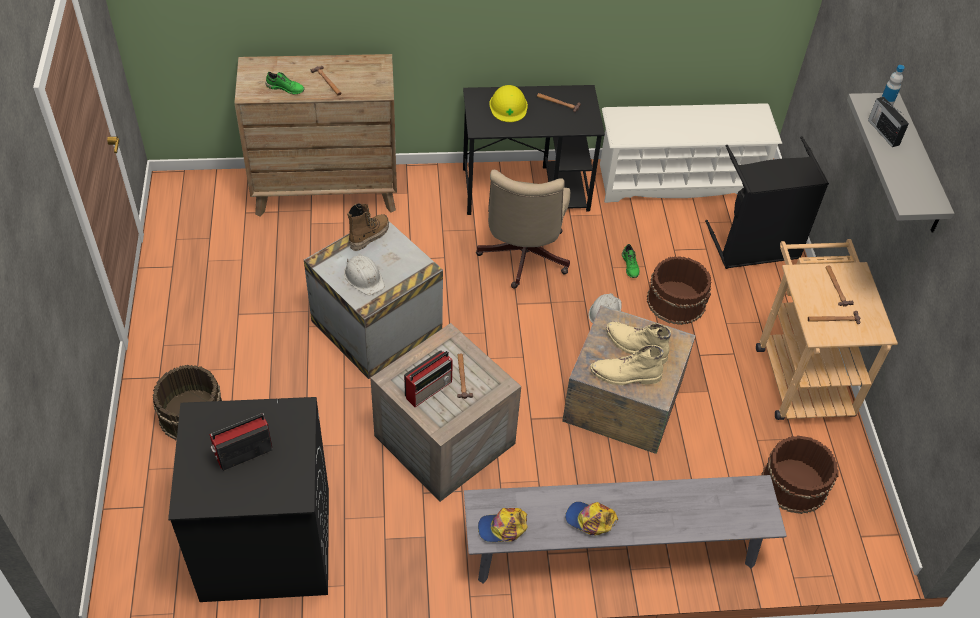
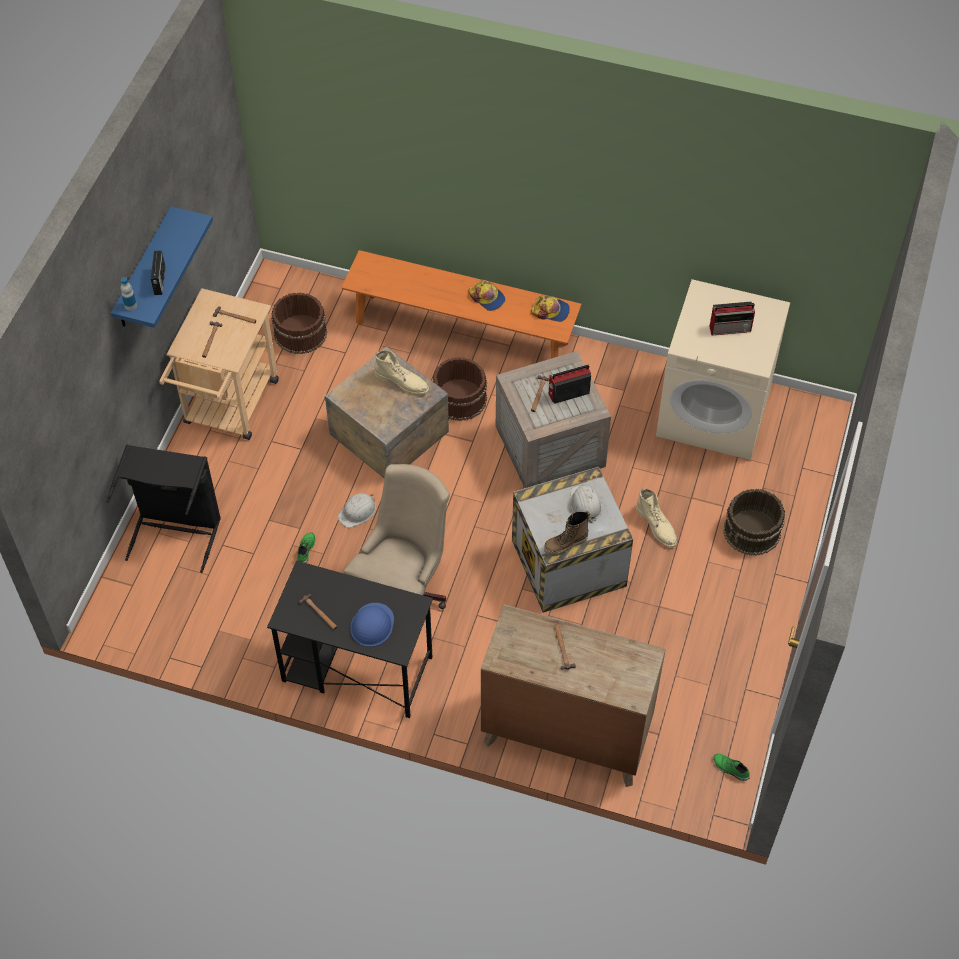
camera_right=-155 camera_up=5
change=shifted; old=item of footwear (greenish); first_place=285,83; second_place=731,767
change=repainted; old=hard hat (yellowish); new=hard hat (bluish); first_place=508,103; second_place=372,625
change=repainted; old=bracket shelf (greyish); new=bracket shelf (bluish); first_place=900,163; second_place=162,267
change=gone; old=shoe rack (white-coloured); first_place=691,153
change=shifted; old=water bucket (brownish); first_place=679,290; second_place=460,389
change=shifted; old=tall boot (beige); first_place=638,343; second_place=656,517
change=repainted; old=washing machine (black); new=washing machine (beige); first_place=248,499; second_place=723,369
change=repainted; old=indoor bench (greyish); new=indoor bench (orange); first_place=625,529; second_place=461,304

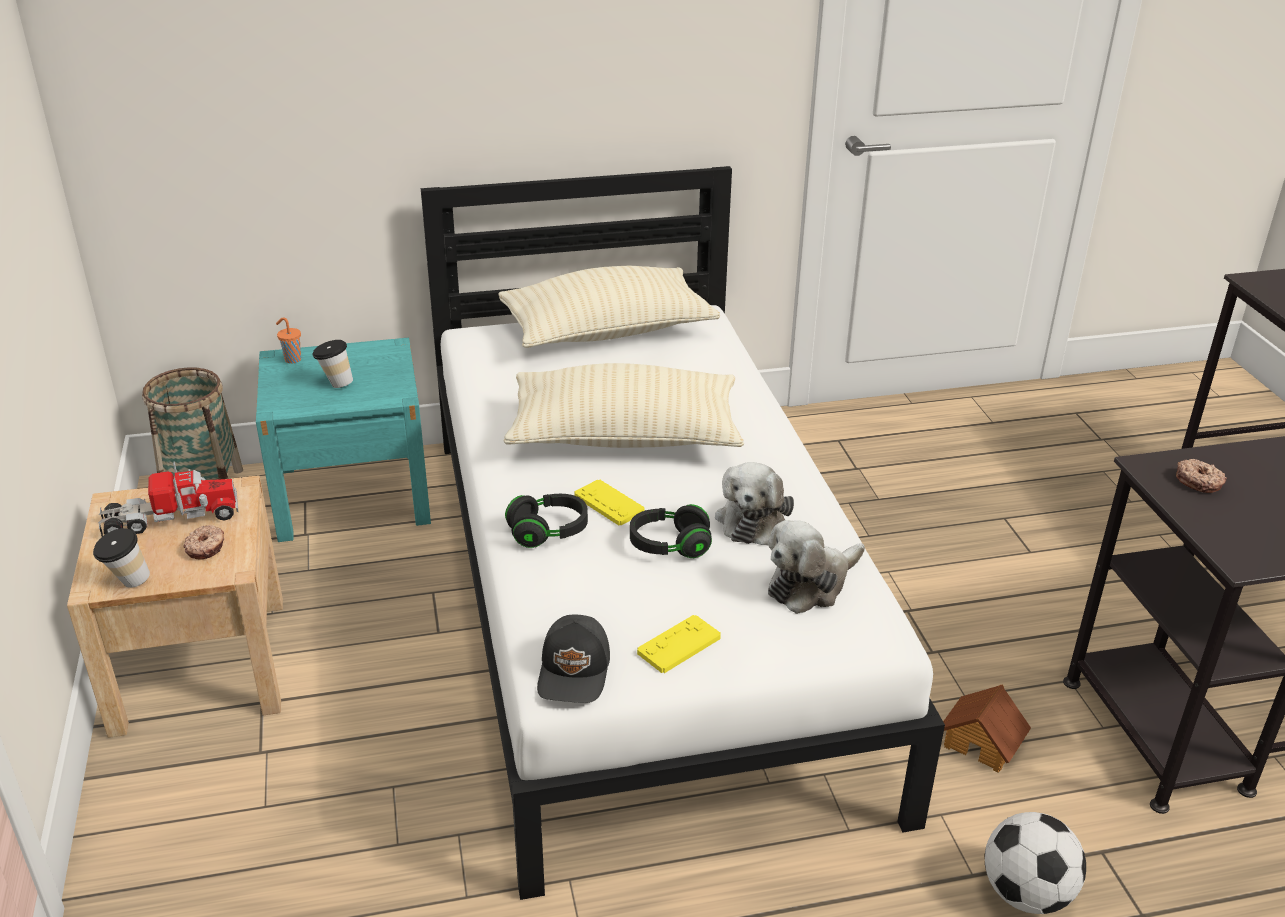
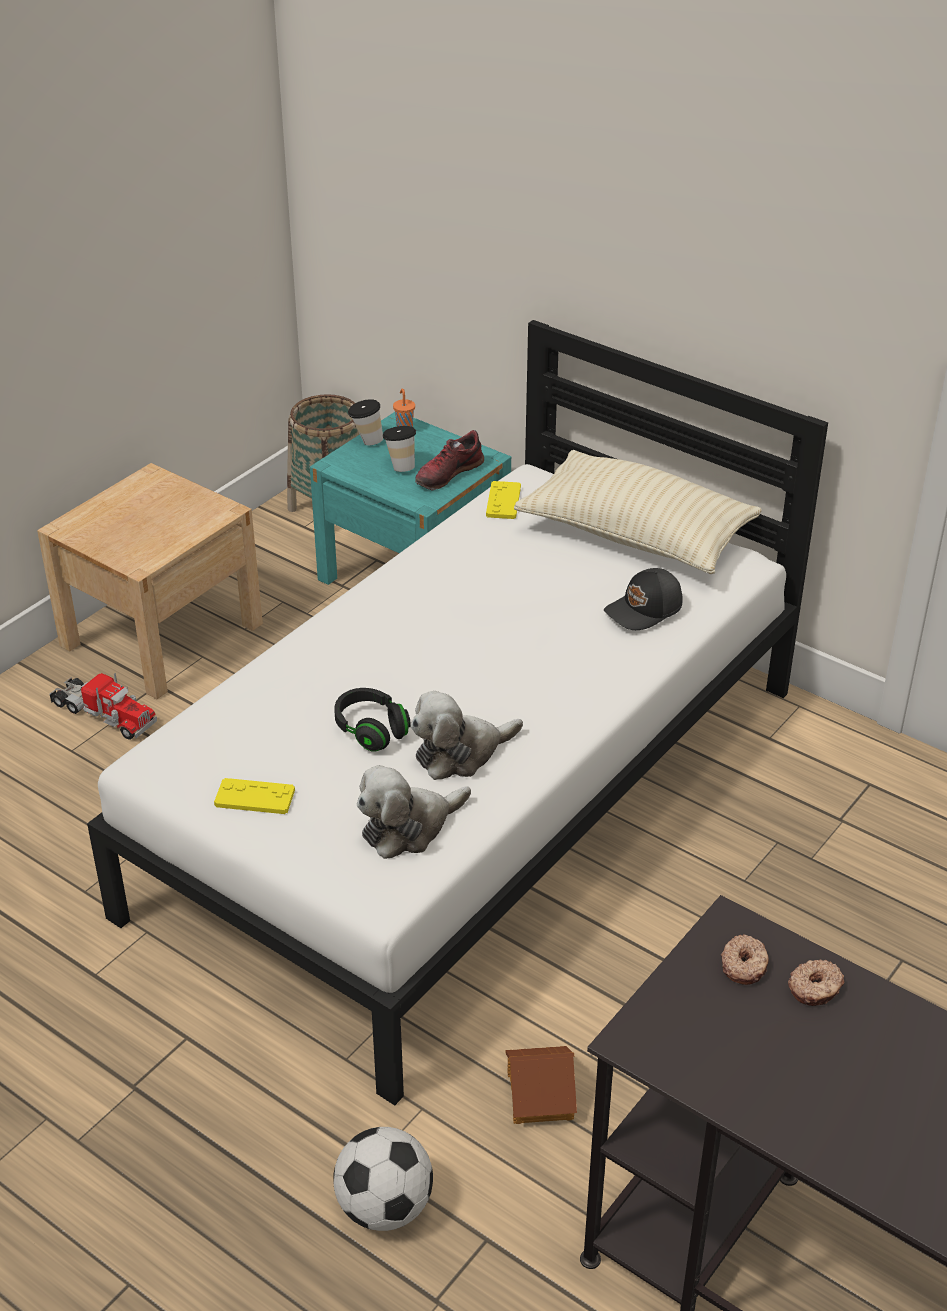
camera_right=50 camera_up=5
change=gone; old=cushion (beige); first_place=623,405
change=shifted; old=toy lorry; first_place=168,499; second_place=103,706
change=shifted; old=joypad (yellowish); first_place=609,502; second_place=503,500
change=gone; old=headphones (black); first_place=546,521
change=rotated; old=soft toy; first_place=816,567; second_place=414,812; degrees=-45
change=shifted; old=donut; first_place=203,542; second_place=816,983
change=shifted; old=drinking cup; first_place=121,558; second_place=365,422
change=shifted; old=baseball cap (black); first_place=573,659; second_place=643,599
change=new; new=item of footwear; second_place=449,460

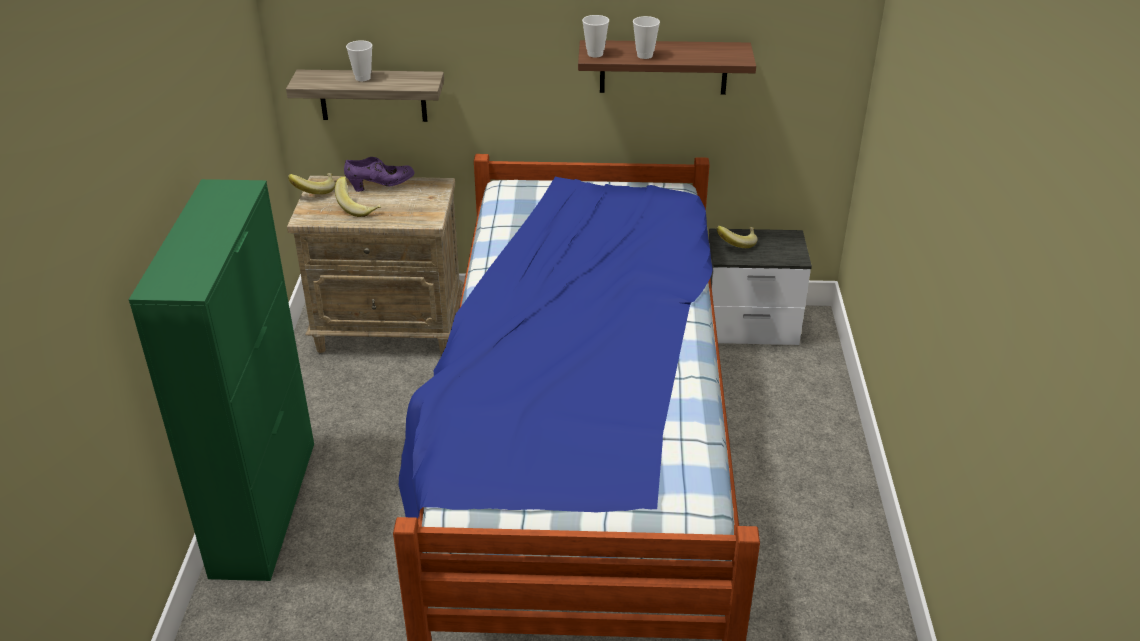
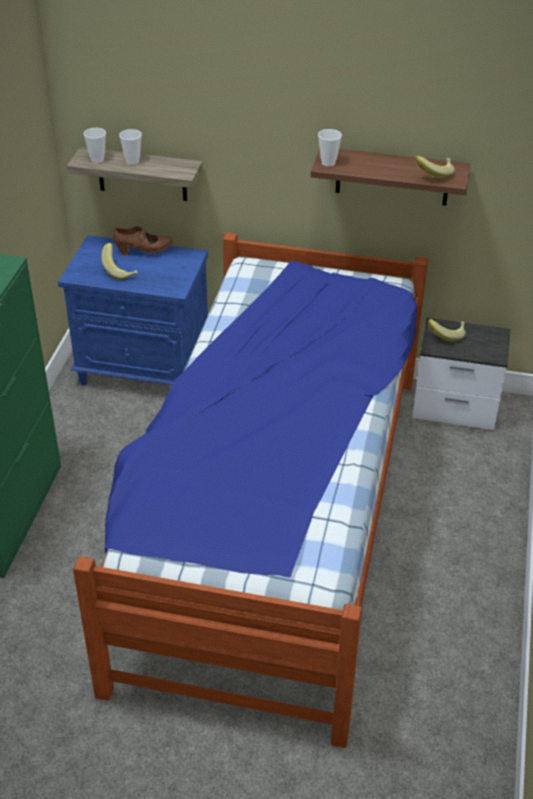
camera_right=10 camera_up=5
change=shifted; old=drinking cup; first_place=646,37; second_place=95,145
change=repainted; old=item of footwear (purplish); new=item of footwear (brownish); first_place=379,174; second_place=143,240
change=shifted; old=banana fruit; first_place=311,184; second_place=435,167
change=repainted; old=night table (beige); new=night table (bluish); first_place=375,265; second_place=133,310

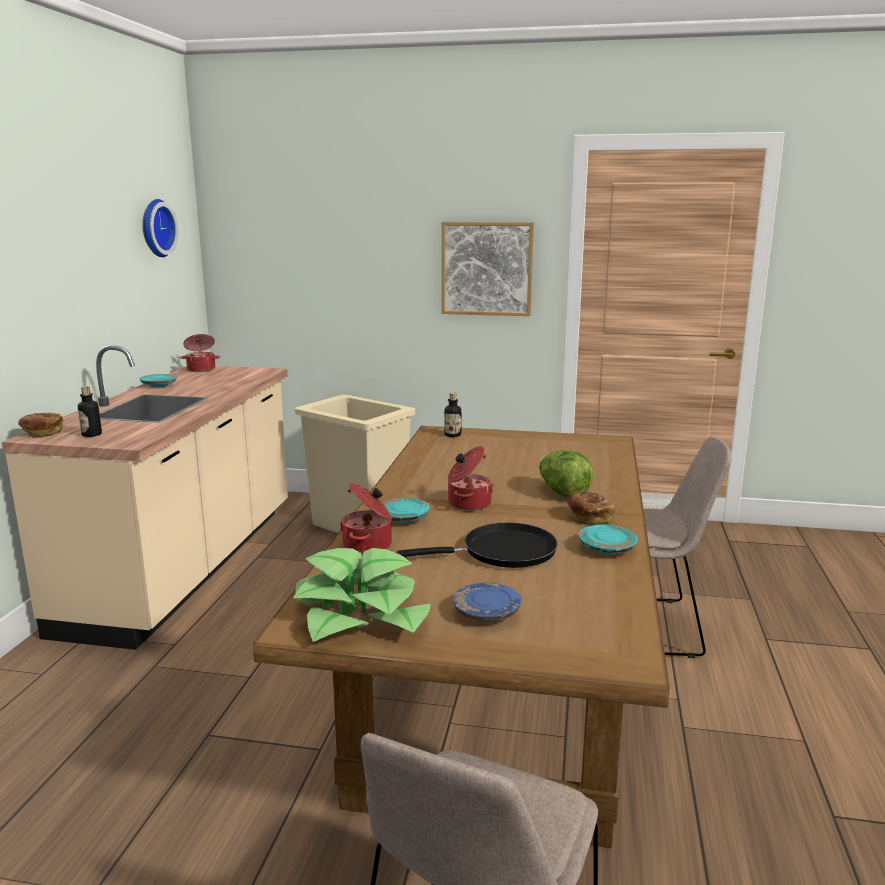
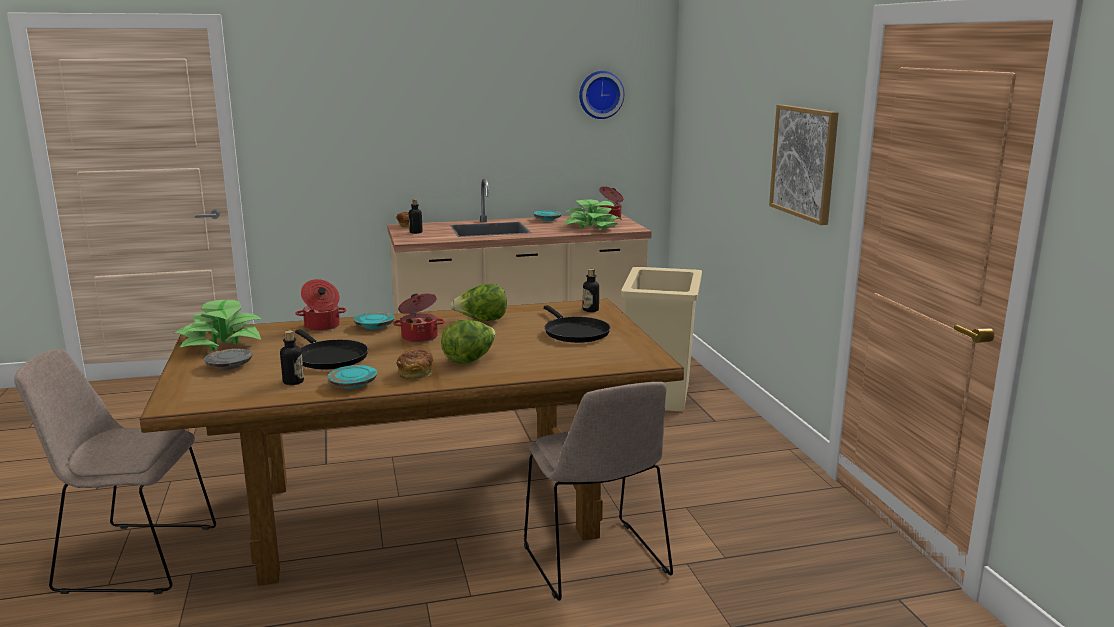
camera_right=65 camera_up=0
change=repainted; old=flat dish (bluish); new=flat dish (greyish); first_place=487,602; second_place=228,359
change=new; new=houseplant; second_place=593,214
change=new; new=head of lettuce; second_place=478,302
change=new; new=pan (black); second_place=577,324
change=new; new=bottle; second_place=292,357

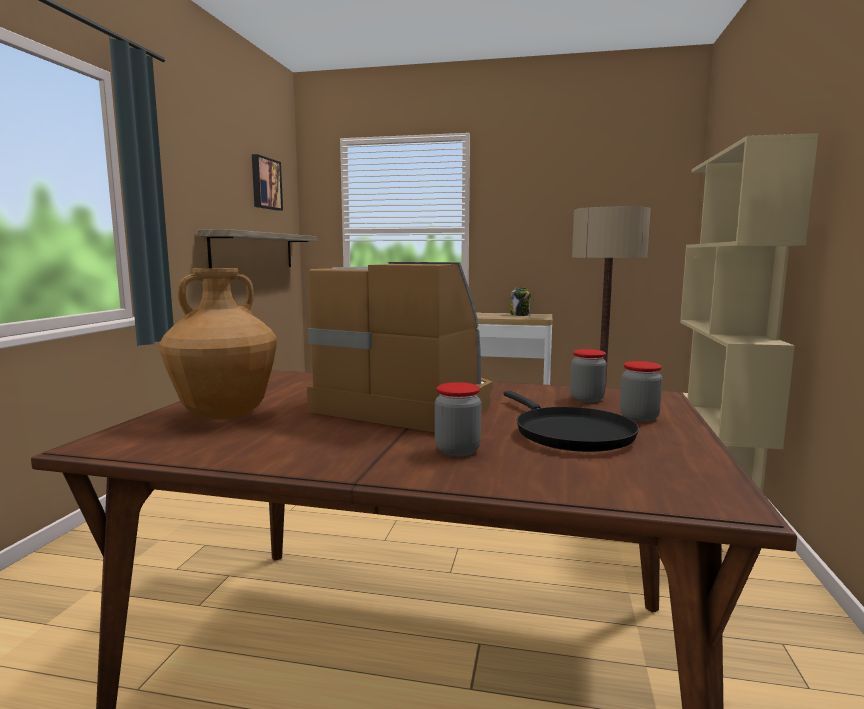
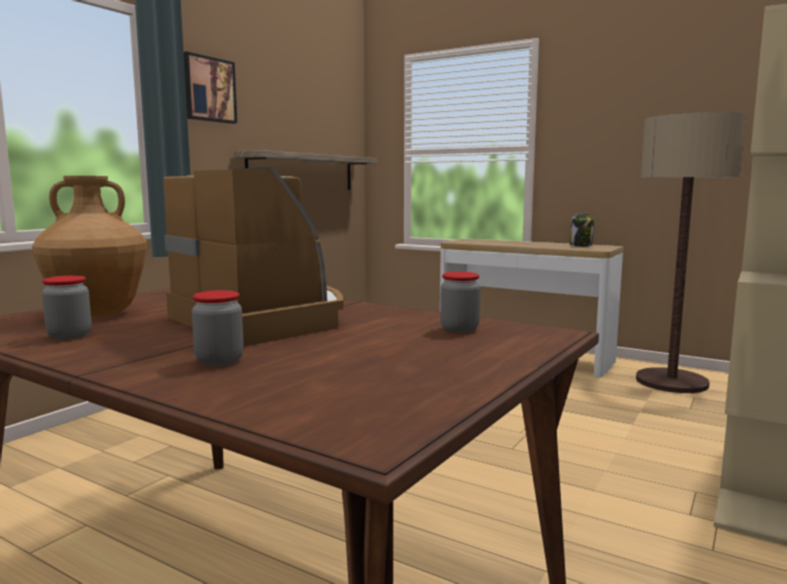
camera_right=20 camera_up=0
change=shifted; old=wall art; first_place=267,182; second_place=210,88
change=shifted; old=preserve jar; first_place=641,391; second_place=67,307
change=gone; old=pan (black); first_place=571,421

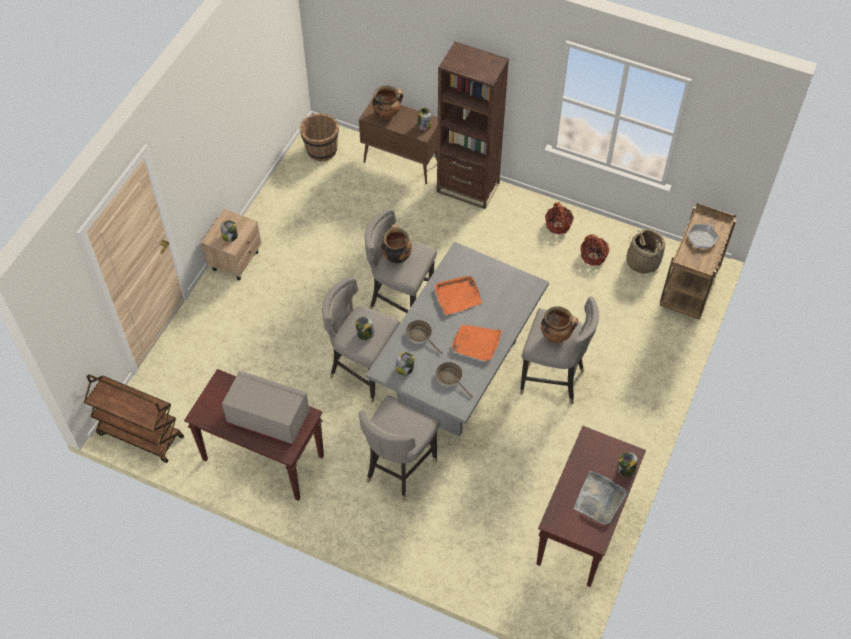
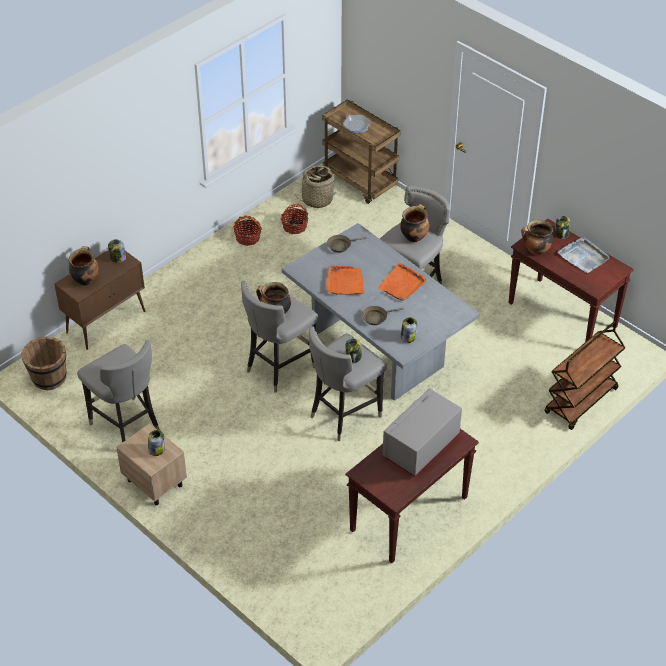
camera_right=-70 camera_up=-10
change=gone; old=shelving unit (brownish); first_place=473,125
change=shifted; old=pan (brownish); first_place=454,380; second_place=347,244
change=shifted; old=cart (brownish); first_place=134,418; second_place=585,375
change=shifted; old=stool (greyish); first_place=399,448; second_place=118,391
change=new; new=cooking pot; second_place=537,237

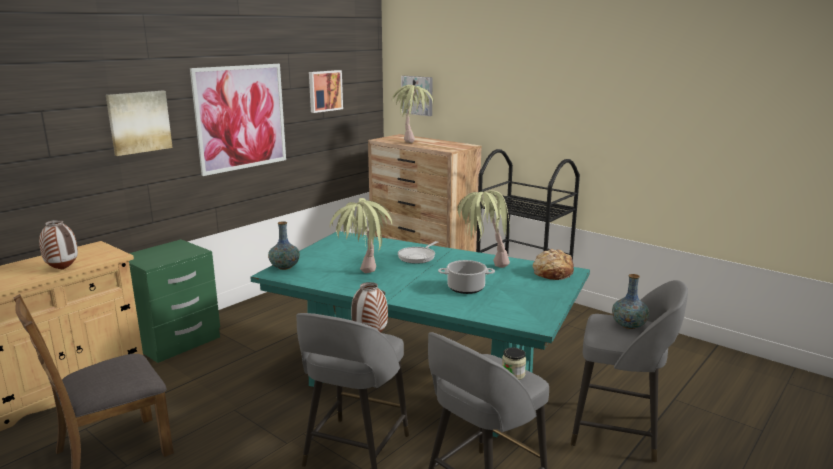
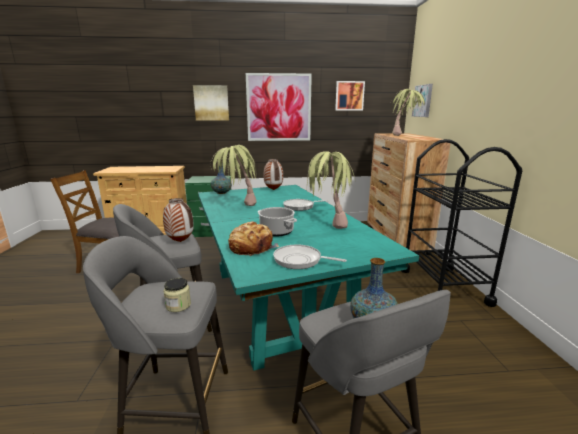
camera_right=45 camera_up=0
change=shifted; old=vase; first_place=58,245; second_place=273,174
change=shifted; old=bread; first_place=553,264; second_place=253,238
change=new; new=pan; second_place=310,257

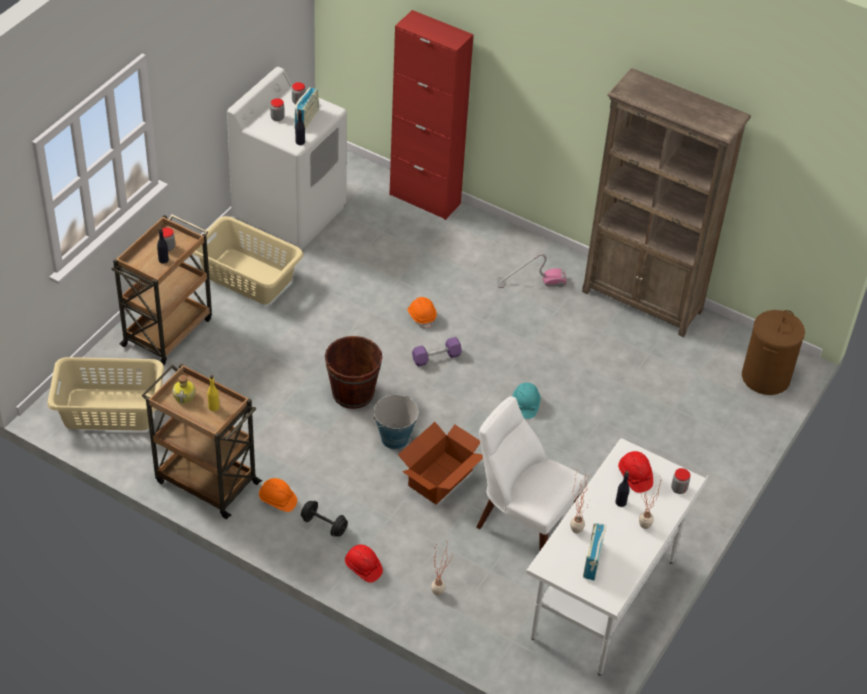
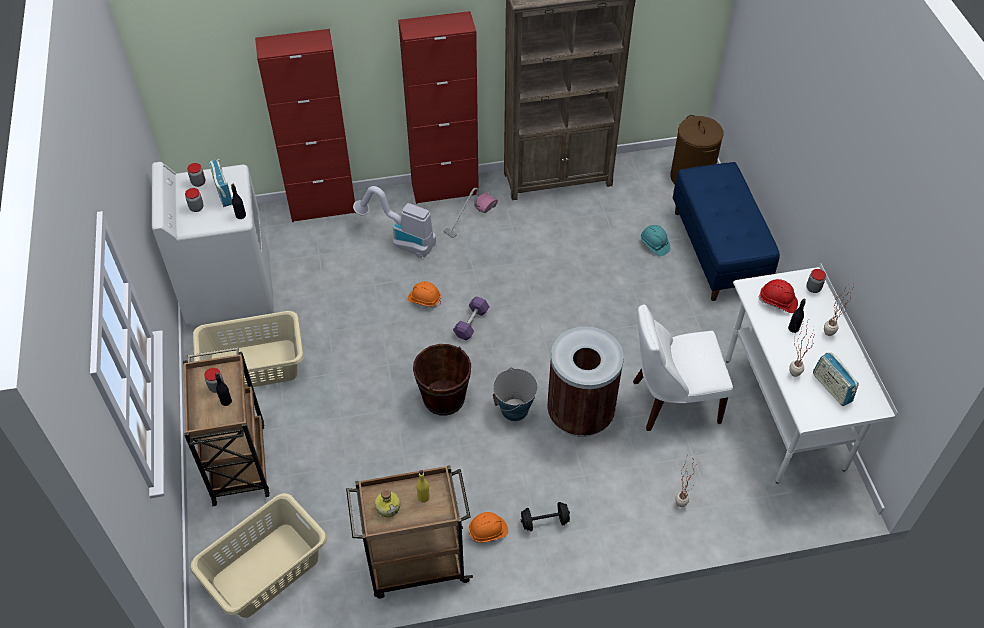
camera_right=-40 camera_up=5
change=shifted; old=hard hat (blue-green); first_place=527,401; second_place=655,240
change=swapped; old=cardboard box; new=waste bin (brownish); first_place=440,463; second_place=585,382
change=gone; old=hard hat (red); first_place=364,564
change=new; new=cabinet (red); second_place=438,107
change=new; new=indoor bench (bluish); second_place=726,231
change=new; new=vacuum; second_place=394,222

